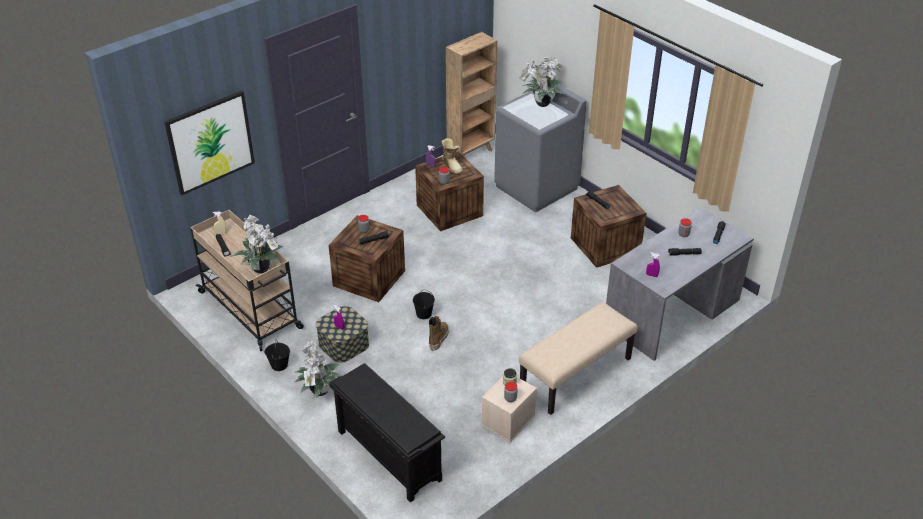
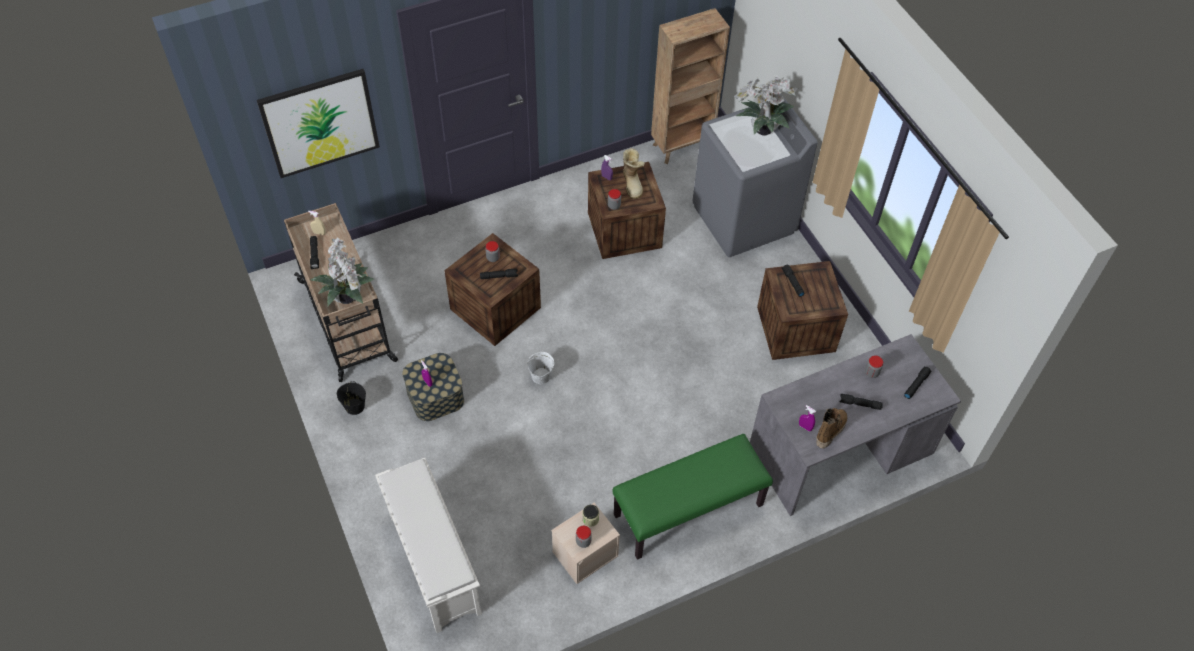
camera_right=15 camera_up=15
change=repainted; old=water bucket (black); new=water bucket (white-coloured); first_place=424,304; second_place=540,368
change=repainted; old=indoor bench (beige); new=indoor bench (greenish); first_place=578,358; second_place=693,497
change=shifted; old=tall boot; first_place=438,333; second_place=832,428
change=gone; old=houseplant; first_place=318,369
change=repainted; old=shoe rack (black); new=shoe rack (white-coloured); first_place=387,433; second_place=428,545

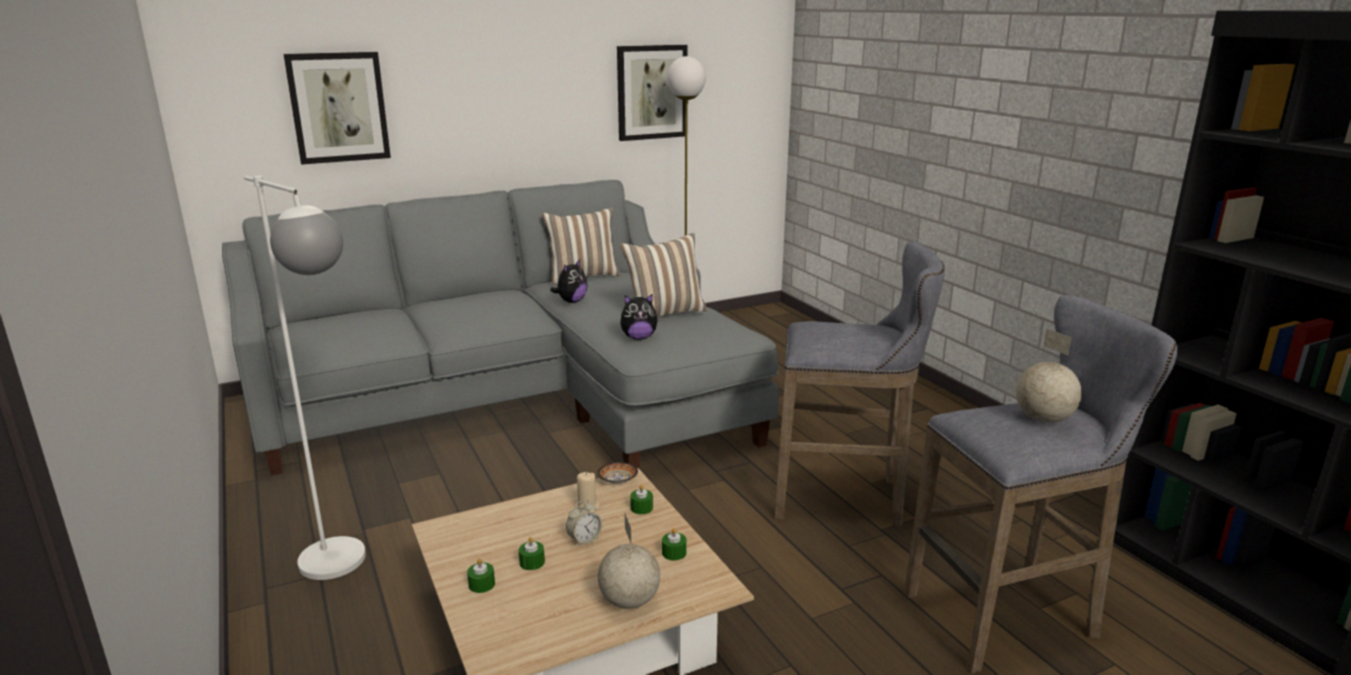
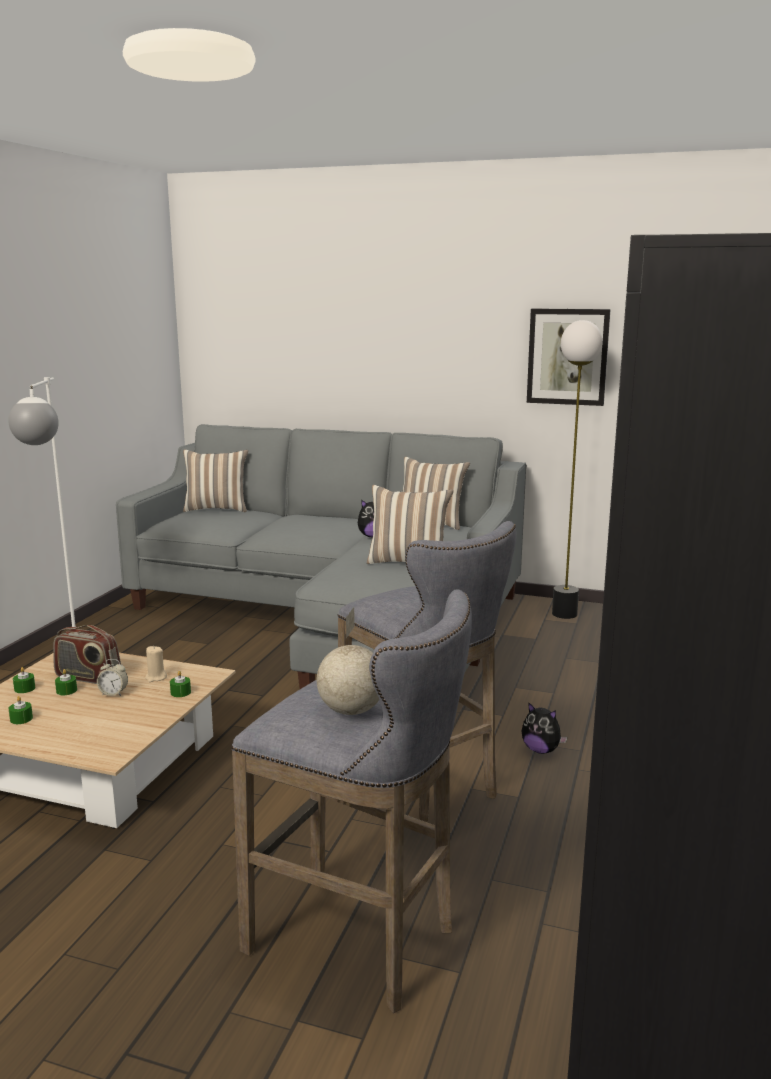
camera_right=45 camera_up=-5
change=gone; old=wall art; first_place=337,108
change=shifted; old=soft toy; first_place=639,317; second_place=544,728
change=gone; old=deep dish; first_place=617,473
change=gone; old=desk globe; first_place=629,561
change=shifted; old=wax light (greenish); first_place=674,544; second_place=21,710
change=new; new=cushion; second_place=215,480
change=new; new=radio receiver; second_place=87,654

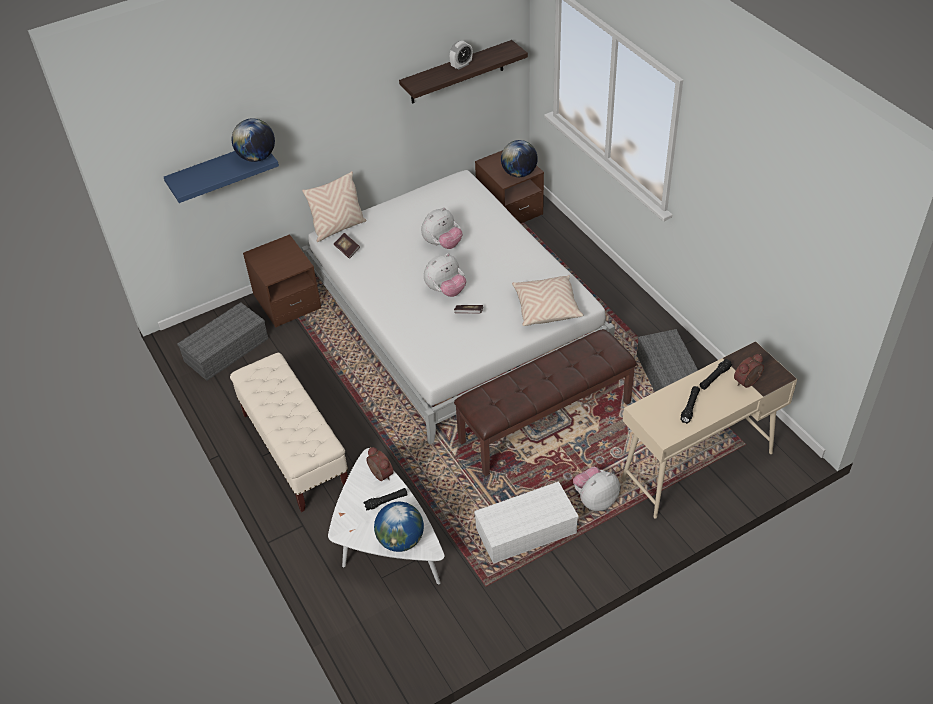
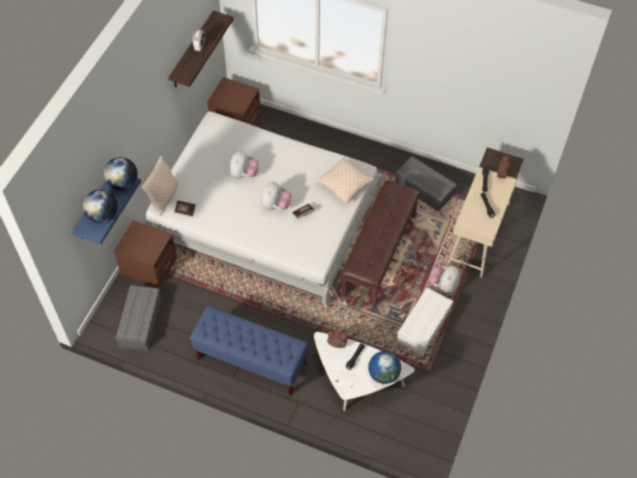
camera_right=-40 camera_up=10
change=shifted; old=desk globe; first_place=519,158; second_place=100,206
change=repainted; old=indoor bench (beige); new=indoor bench (bluish); first_place=289,432; second_place=249,350

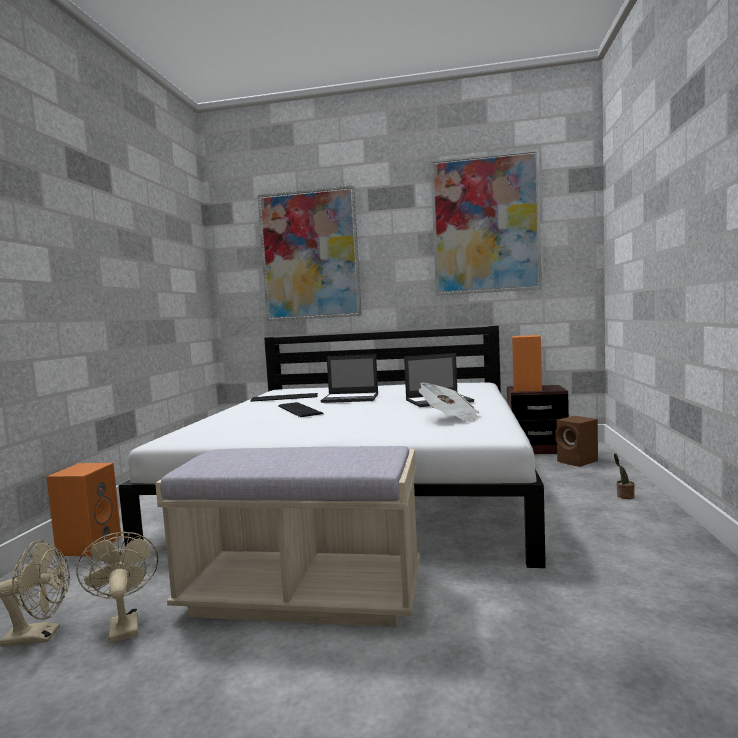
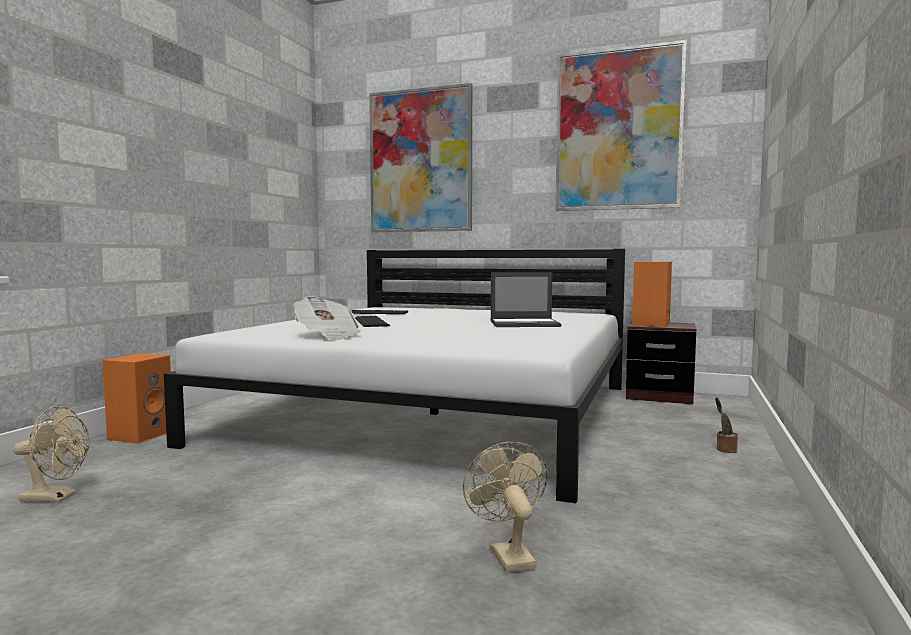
camera_right=10 camera_up=0
change=gone; old=notebook computer; first_place=349,378
change=shifted; old=printed paper; first_place=448,403; second_place=327,318
change=gone; old=speaker (brownish); first_place=576,441
change=gone; old=indoor bench (beige); first_place=287,536
change=shifted; old=cooling fan (beige); first_place=117,587; second_place=505,506

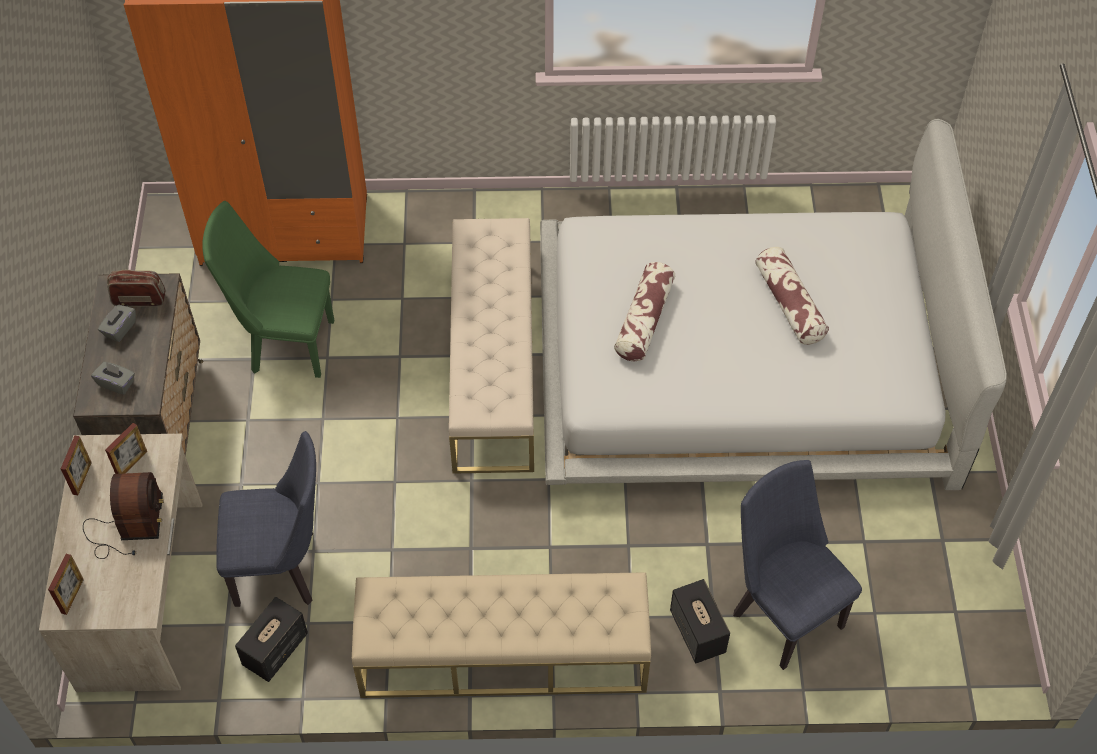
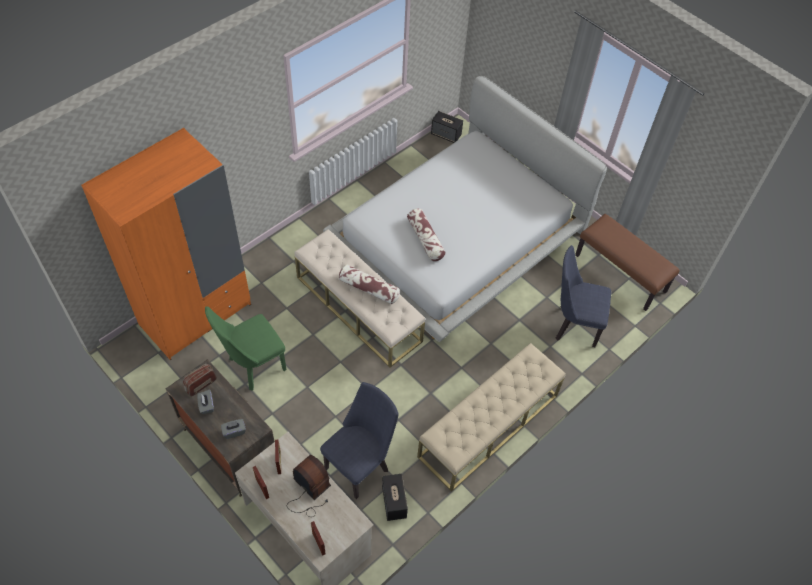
camera_right=-45 camera_up=0
change=shifted; old=cushion; first_place=792,296; second_place=369,284
change=shifted; old=speaker; first_place=700,621; second_place=447,127
change=new; new=indoor bench (brownish); second_place=627,262

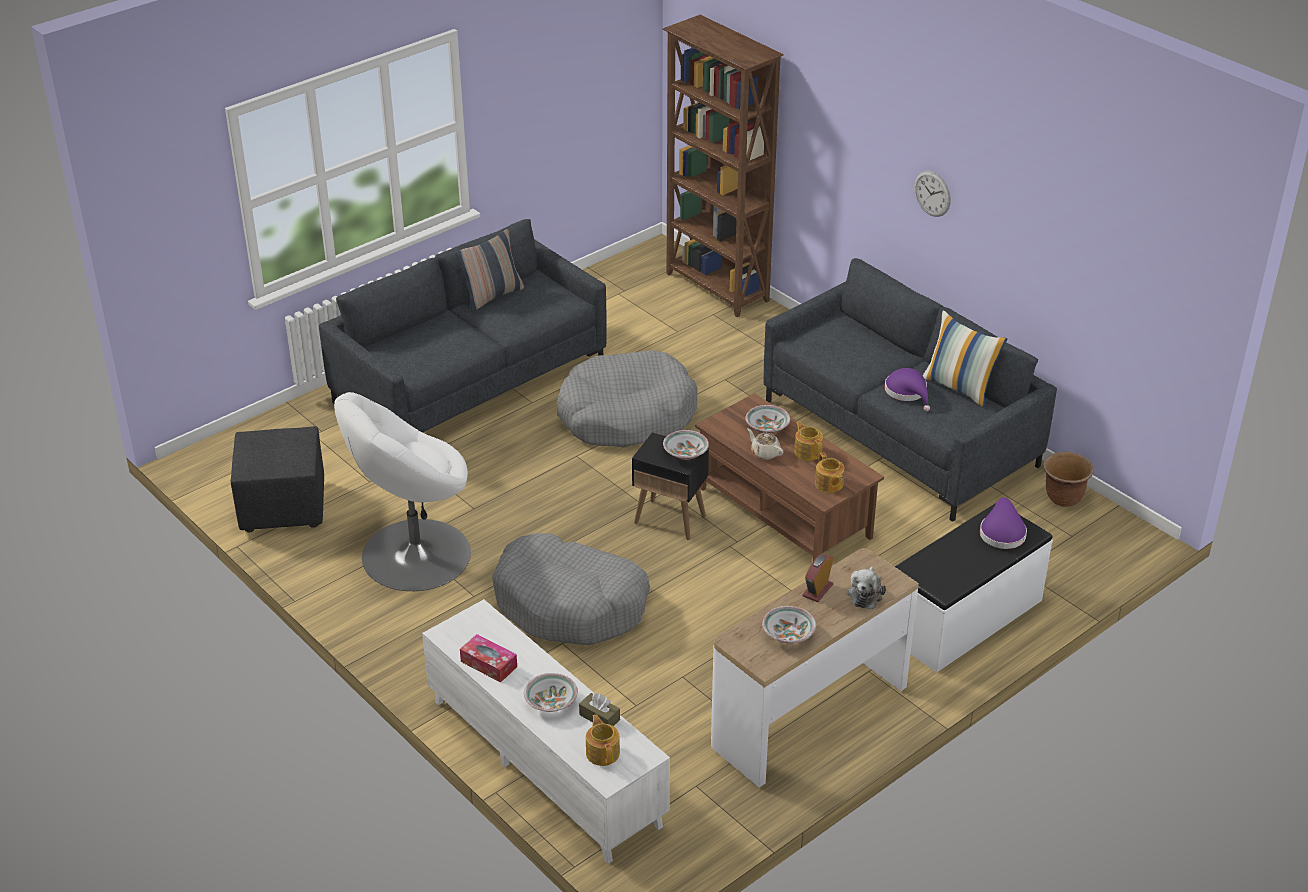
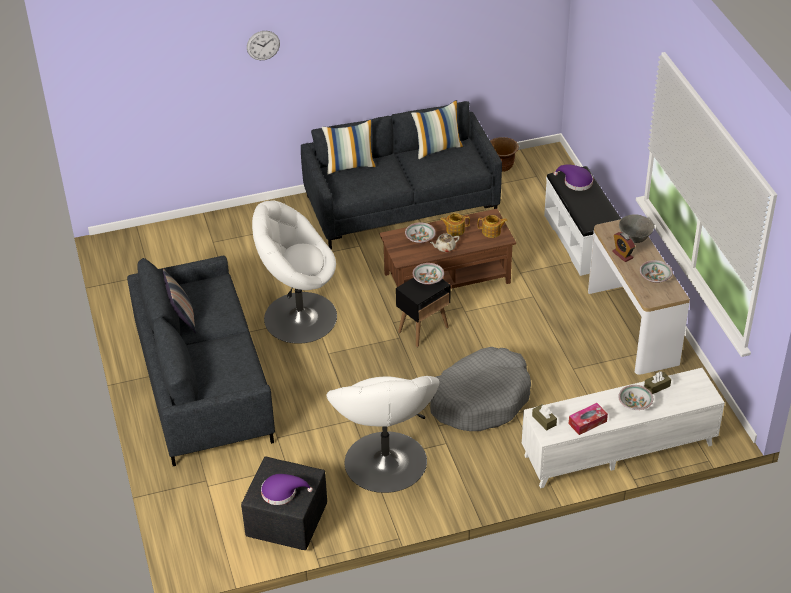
camera_right=-65 camera_up=5
change=gone; old=shelving unit (brownish); first_place=723,166
change=shifted; old=wall clock; first_place=932,194; second_place=263,45
change=swapped; old=pet bed (greyish); new=armchair (white-coloured); first_place=627,399; second_place=294,272
change=shifted; old=clothing hat (purplish); first_place=907,389; second_place=287,489
change=swapped; old=soft toy; new=deep dish (greyish); first_place=866,588; second_place=636,229
change=gone; old=teapot; first_place=603,740
change=new; new=cushion; second_place=349,146
change=new; new=tissue box (brownish); second_place=544,417

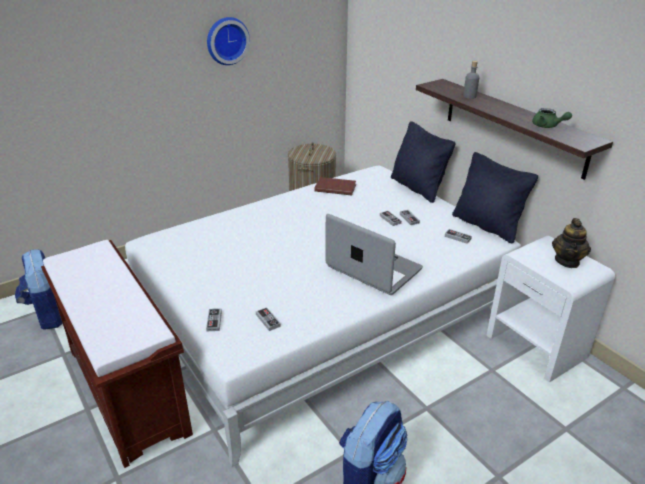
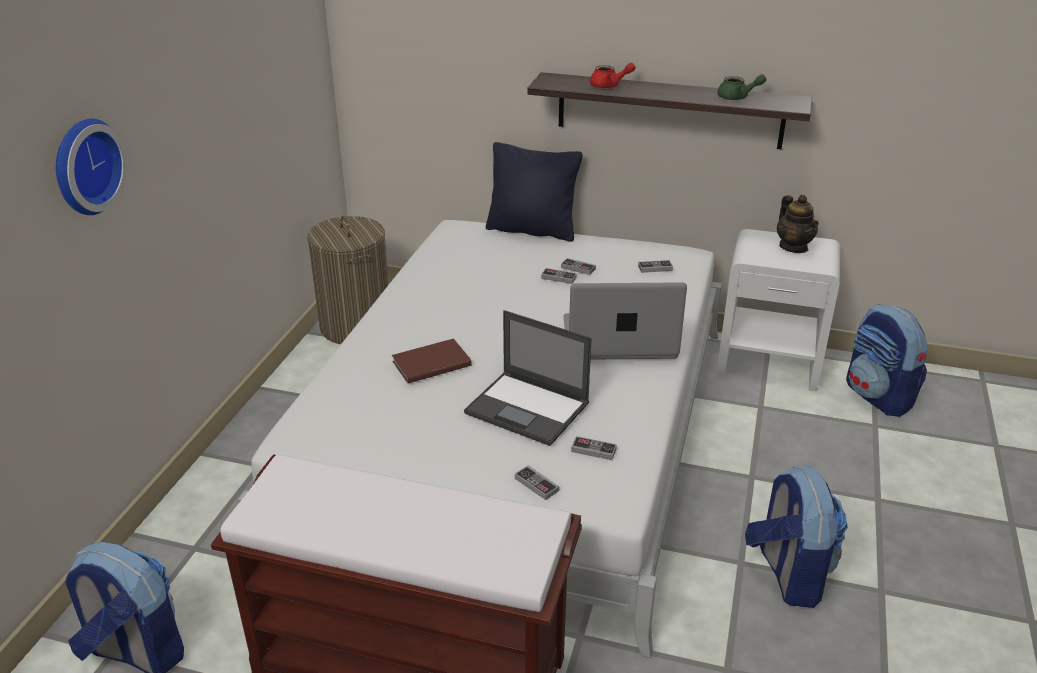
camera_right=-40 camera_up=0
change=shifted; old=wall clock; first_place=228,41; second_place=92,166
change=swapped; old=bottle (greyish); new=teapot (red); first_place=471,80; second_place=613,75
change=gone; old=cushion (black); first_place=495,197
change=shifted; old=bound book (brownish); first_place=335,186; second_place=432,360
change=new; new=rucksack; second_place=887,360
change=new; new=notebook computer; second_place=528,378

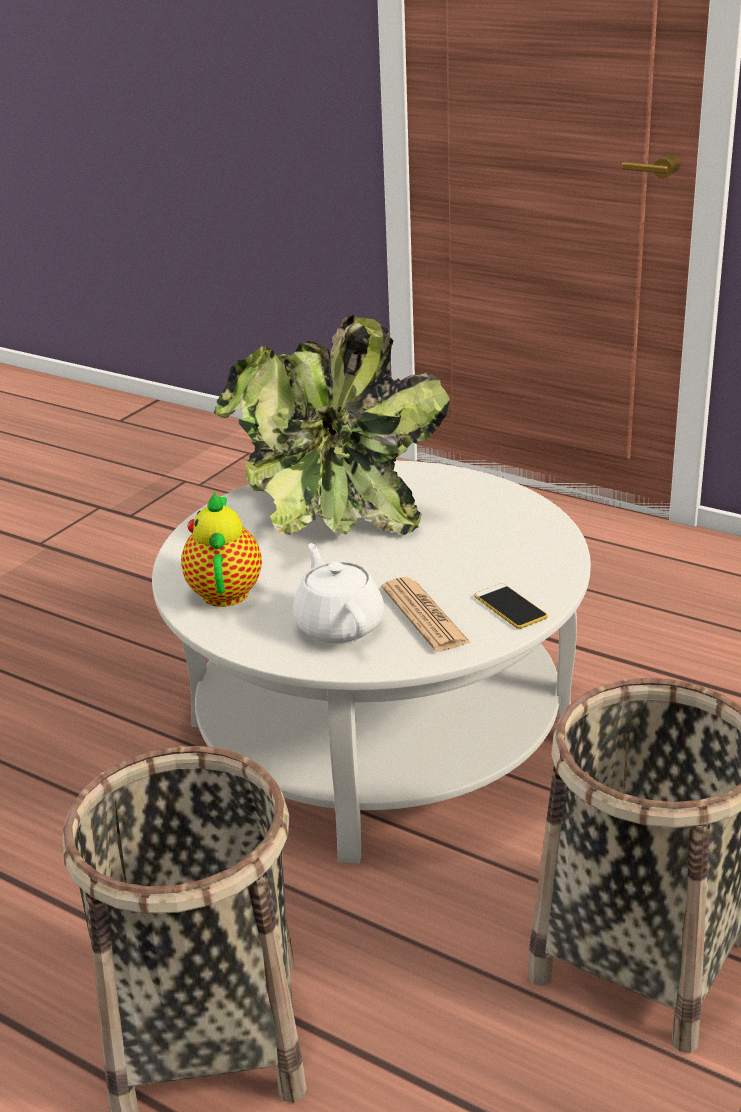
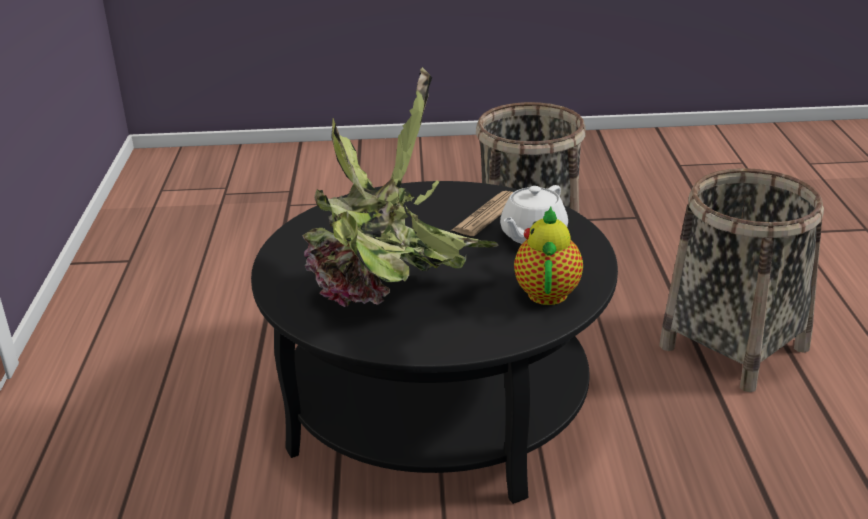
camera_right=-125 camera_up=0
change=repainted; old=coffee table (white-coloured); new=coffee table (black); first_place=371,662; second_place=434,342
change=rotated; old=teapot; first_place=221,549; second_place=548,255; degrees=135
change=gone; old=phone; first_place=511,606

